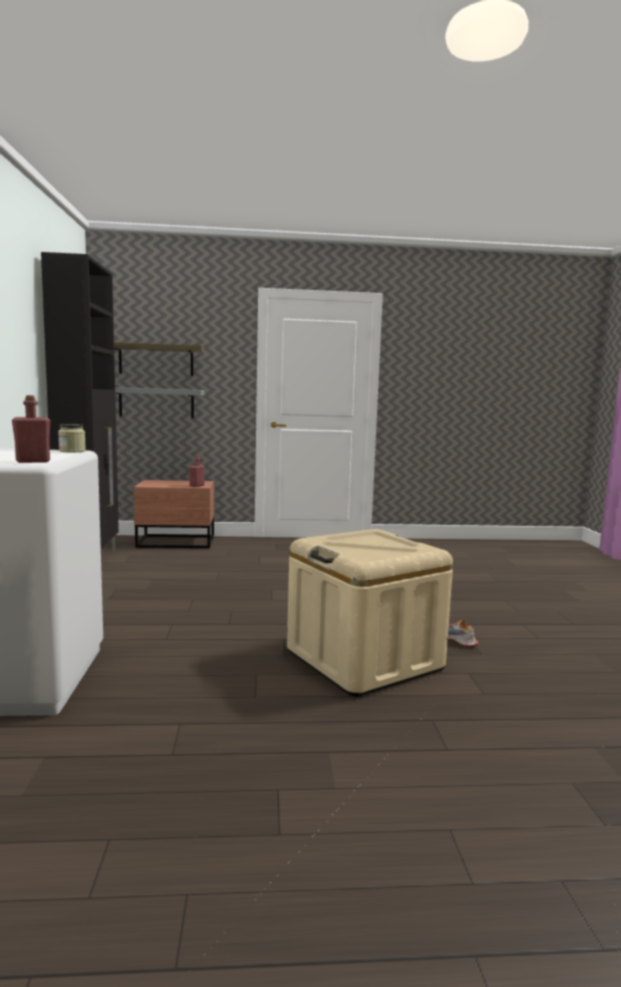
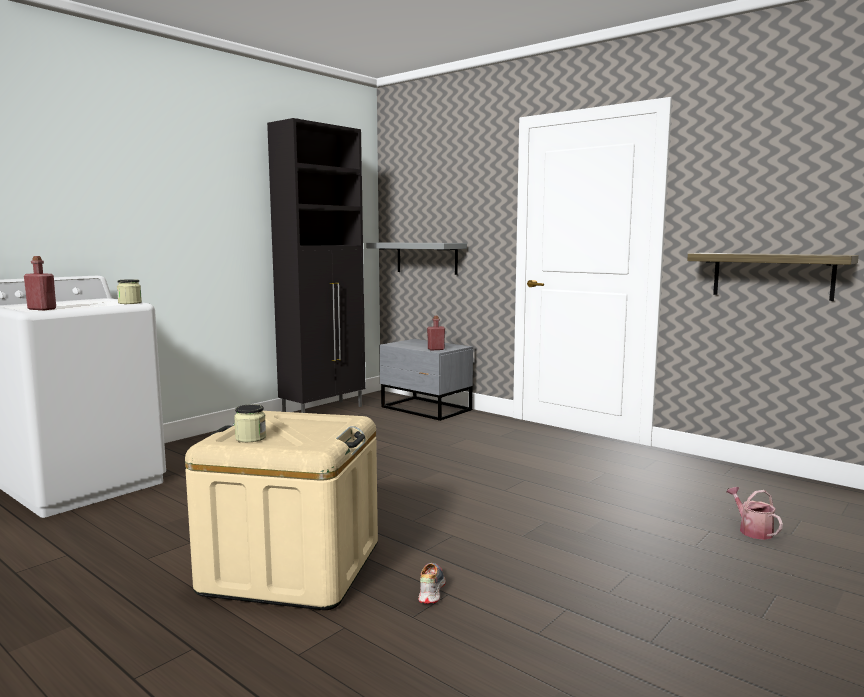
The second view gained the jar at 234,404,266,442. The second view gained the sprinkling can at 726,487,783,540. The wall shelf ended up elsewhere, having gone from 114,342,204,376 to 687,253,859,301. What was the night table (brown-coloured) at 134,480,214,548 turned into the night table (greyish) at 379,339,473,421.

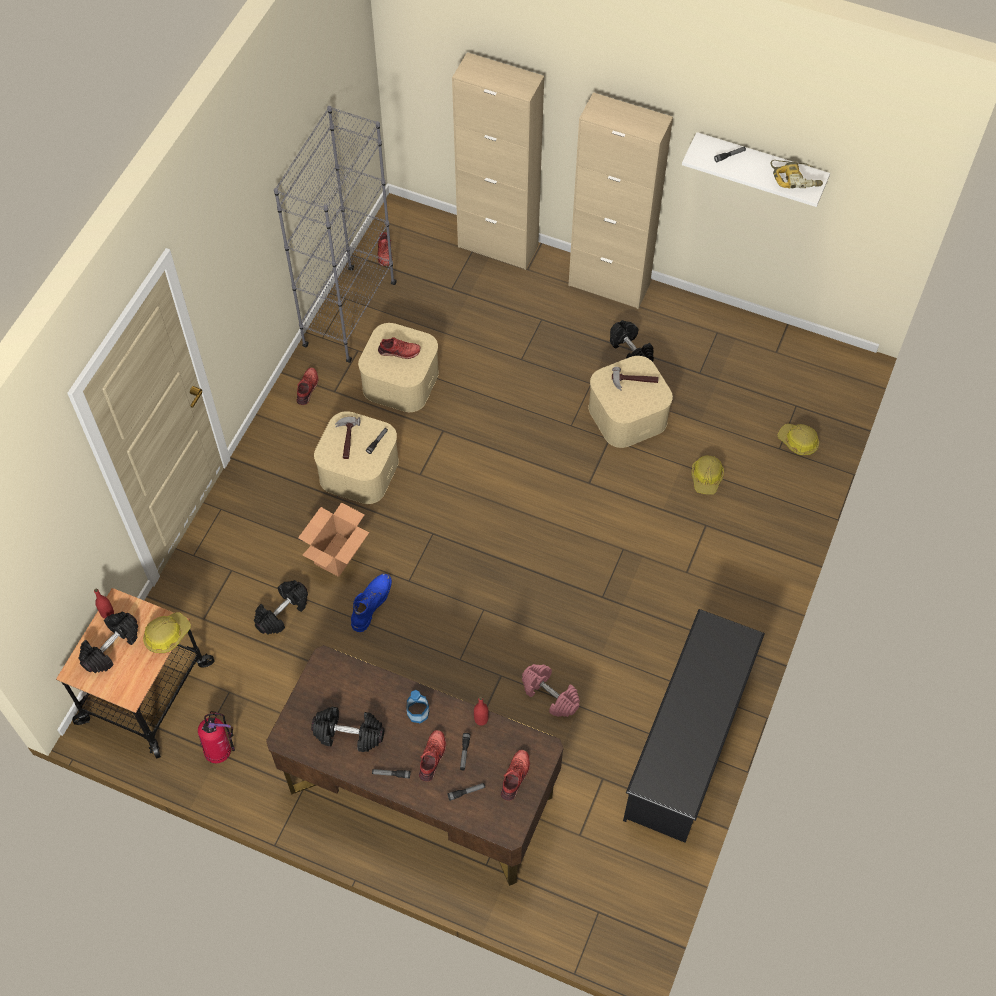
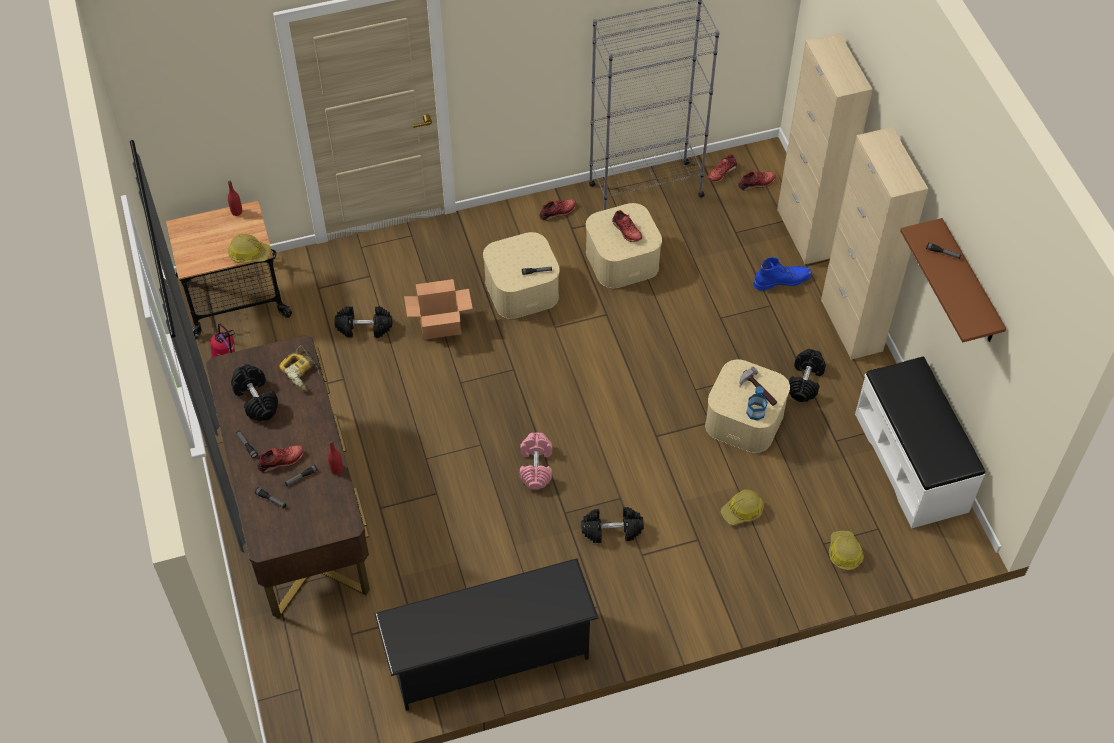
The second view lost the hammer at 335,416,360,459. The second view gained the indoor bench (white) at 855,356,985,529. The free weight (black) ended up elsewhere, having gone from 78,612,138,673 to 581,507,644,543. The boot (bluish) ended up elsewhere, having gone from 351,574,392,632 to 753,257,812,291. The drink bottle ended up elsewhere, having gone from 407,690,429,723 to 746,386,768,421. The low shoe (red-coloured) ended up elsewhere, having gone from 501,750,530,801 to 738,171,776,191. The free weight (pinkish) ended up elsewhere, having gone from 522,664,580,717 to 520,433,552,490. The electric drill ended up elsewhere, having gone from 770,160,823,188 to 279,345,320,392. What was the wall shelf (white) at 682,132,830,207 turned into the wall shelf (brown-coloured) at 900,218,1006,343.

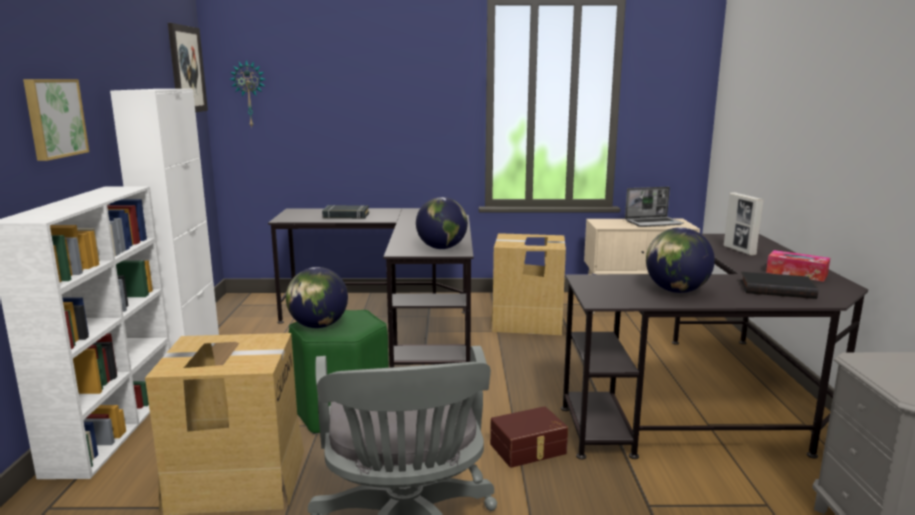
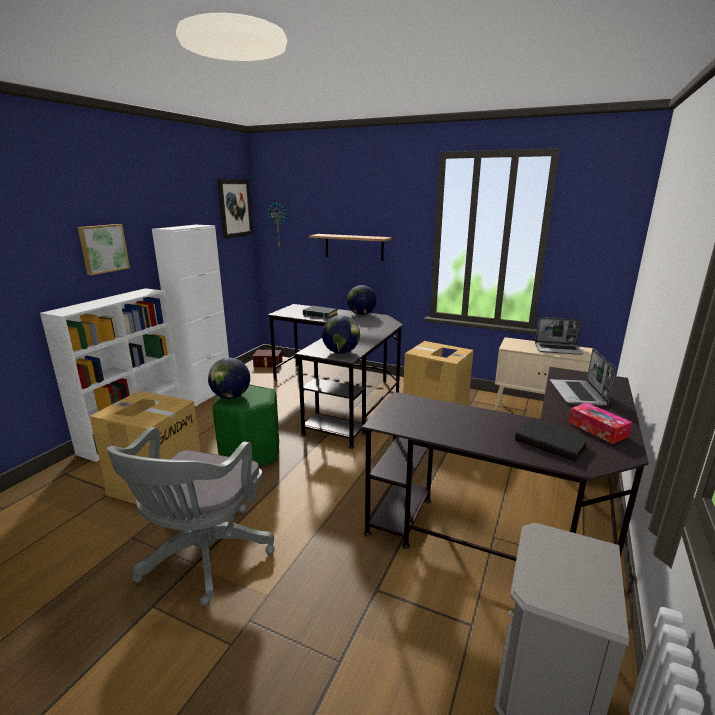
The second view gained the wall shelf at 309,234,392,261. The storage bin (brown-coloured) ended up elsewhere, having gone from 490,406,568,468 to 253,350,283,368. The globe ended up elsewhere, having gone from 646,227,715,293 to 347,285,376,315. Where the picture frame stood at 724,192,764,255, the portable computer came to stand at 550,348,616,406.

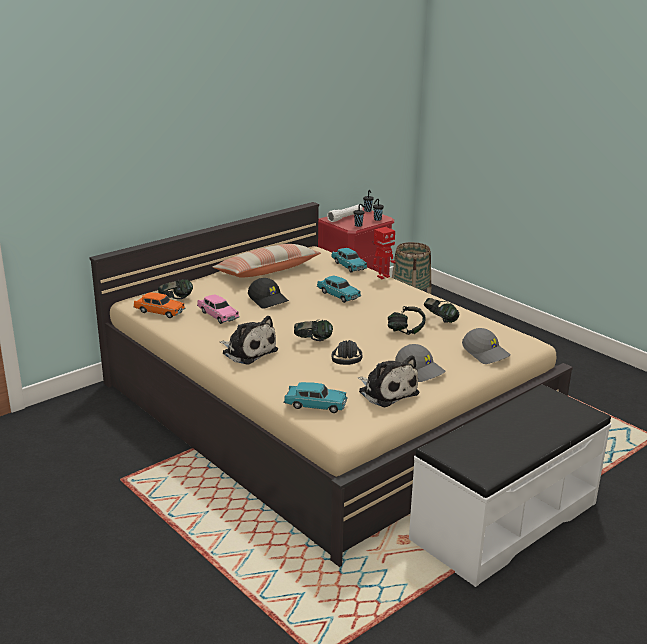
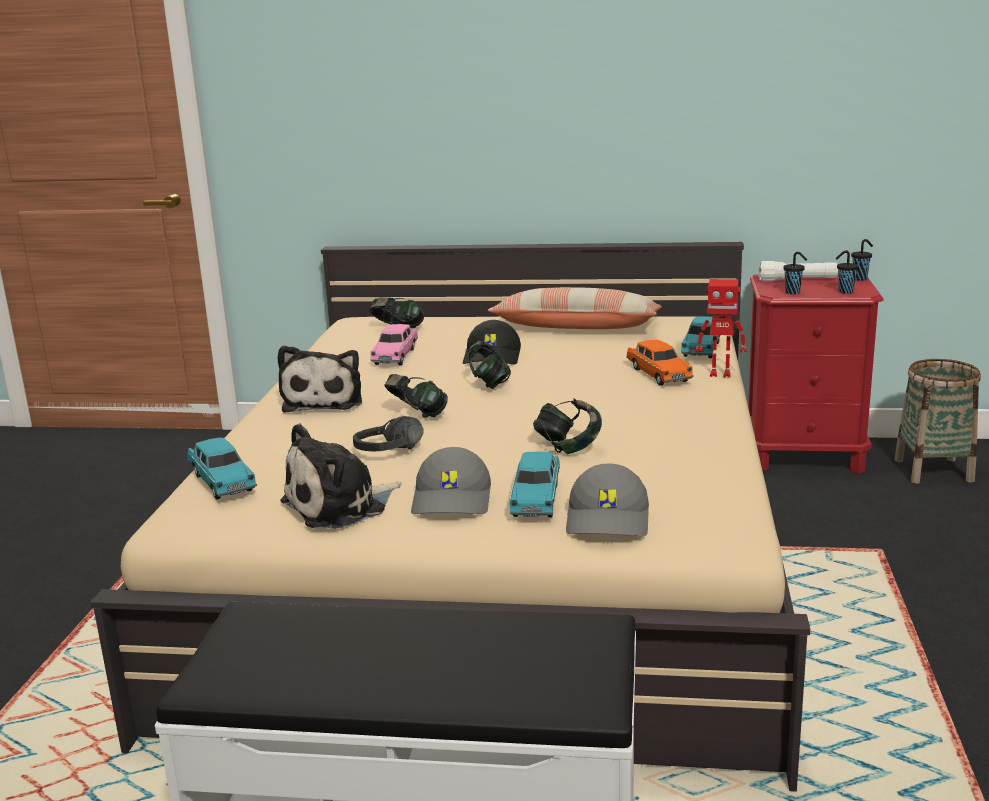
The toy car (orange) ended up elsewhere, having gone from 133,292,185,318 to 626,340,694,386. The toy car (blue-green) ended up elsewhere, having gone from 317,276,361,303 to 510,451,560,517. The pair of headphones ended up elsewhere, having gone from 424,298,459,323 to 468,341,511,389. The soft toy at 358,355,420,407 ended up facing another way, 45 degrees clockwise from before.

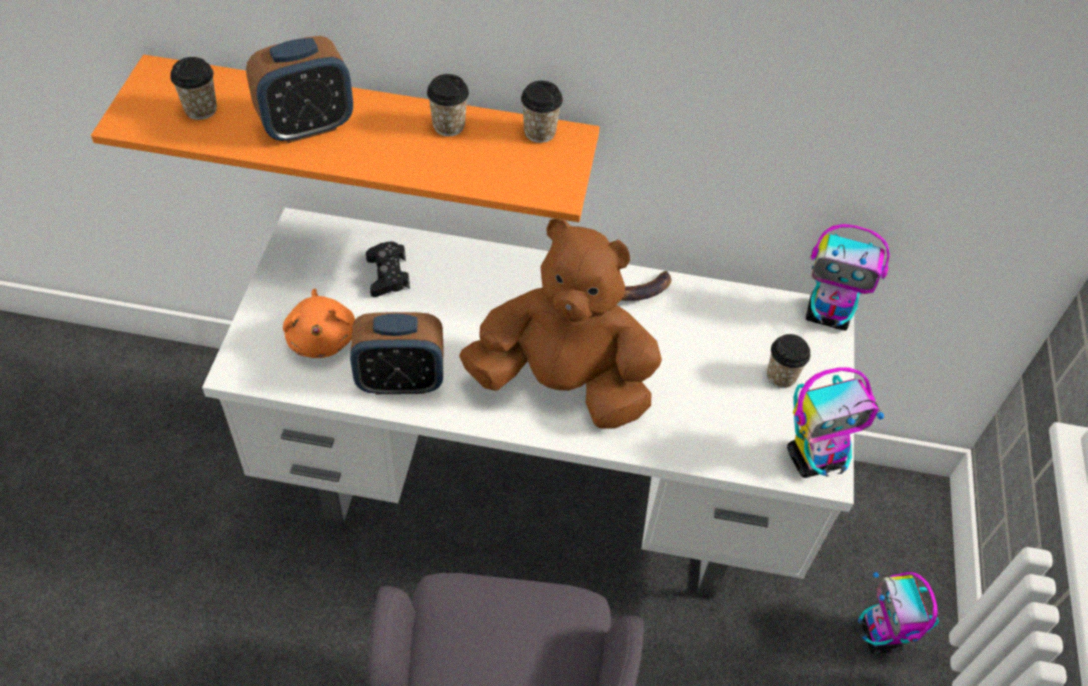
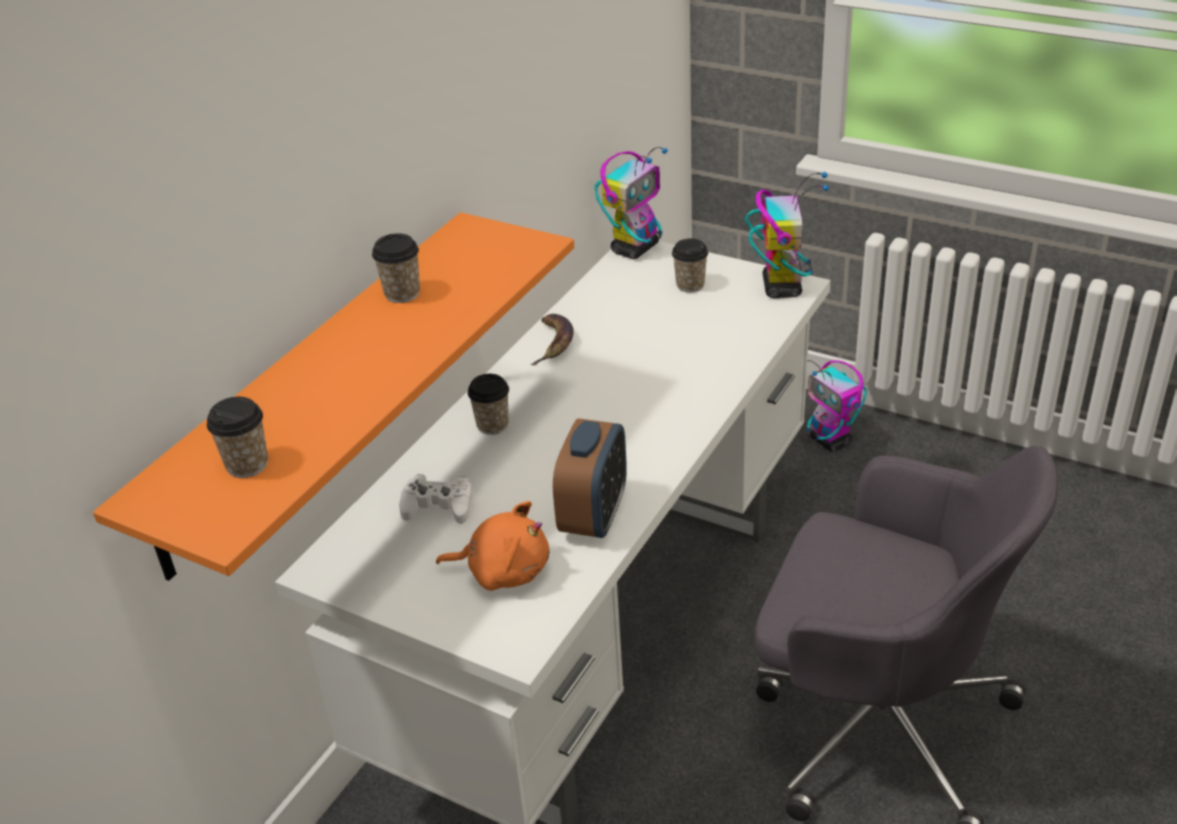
The second view lost the alarm clock at 246,36,353,143. The second view lost the soft toy (brown-coloured) at 459,219,662,429. The drinking cup ended up elsewhere, having gone from 521,81,563,143 to 468,374,509,435. What was the joypad (black) at 366,241,410,297 turned into the joypad (white) at 399,474,473,524. The robot figure at 857,572,939,654 ended up facing another way, 45 degrees clockwise from before.

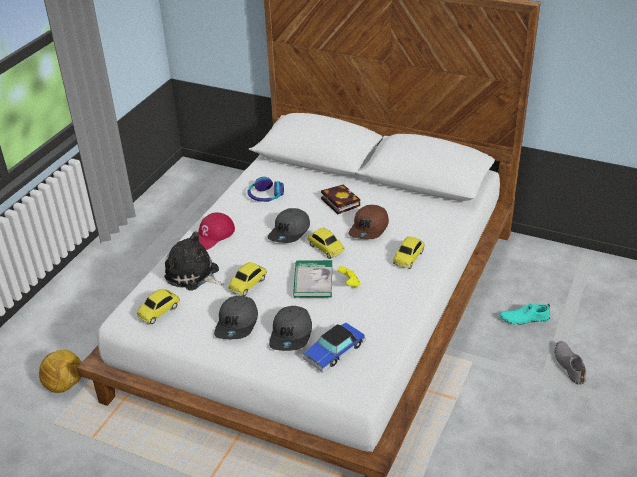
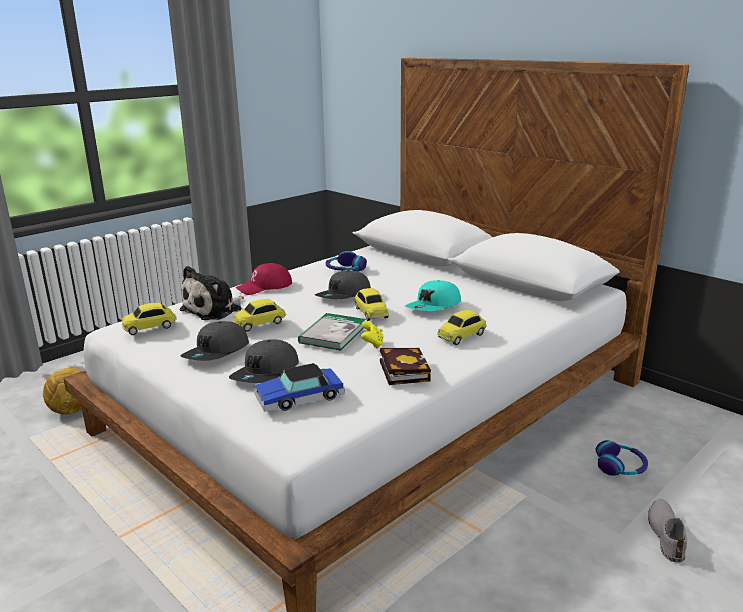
The volume ended up elsewhere, having gone from 321,184,360,214 to 380,348,431,385. Where the low shoe (blue-green) stood at 499,303,550,325, the pair of headphones came to stand at 596,440,648,476. What was the cap (brown-coloured) at 348,205,389,239 turned into the cap (blue-green) at 405,280,461,311. The soft toy at 164,231,224,290 ended up facing another way, 105 degrees counterclockwise from before.

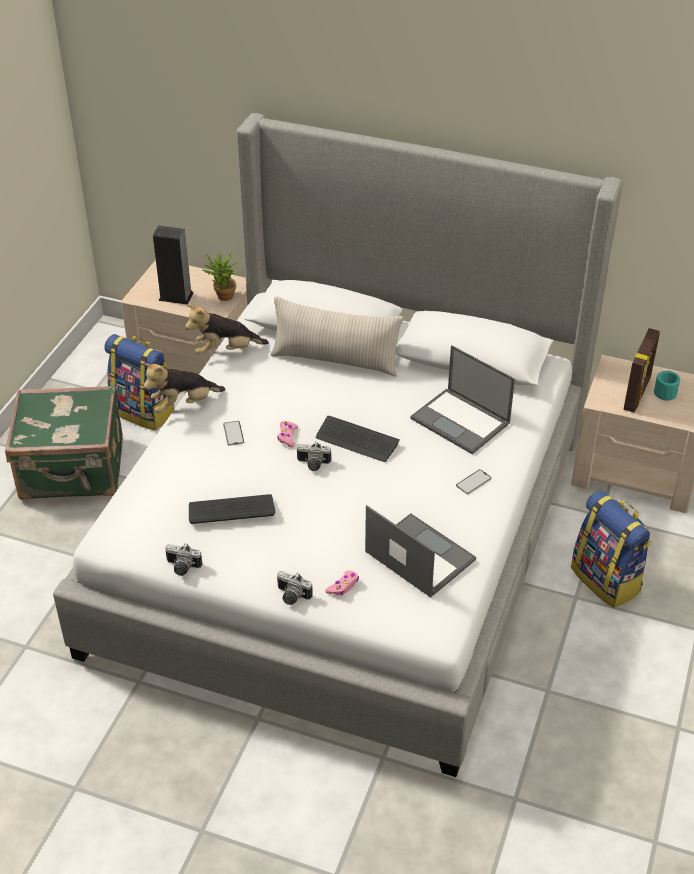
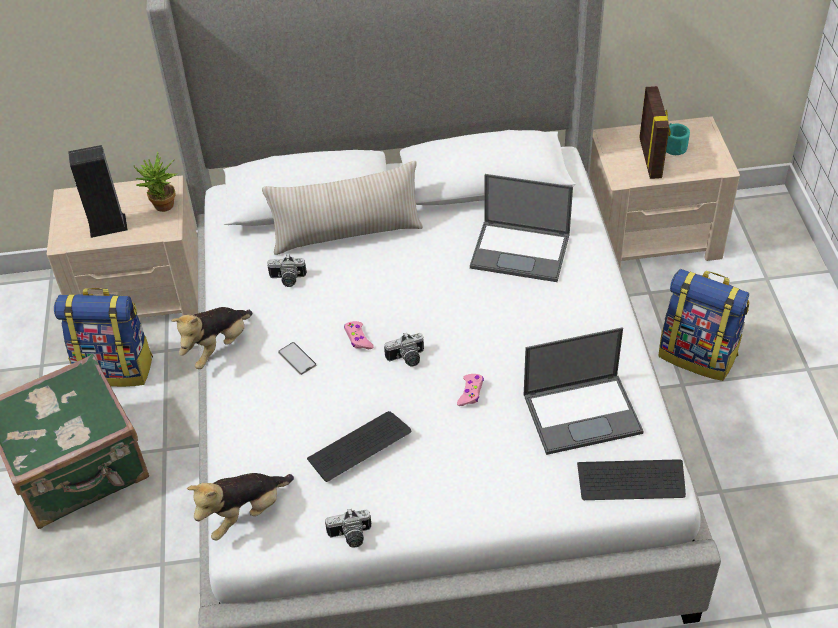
The second view lost the phone at 456,469,492,494. The soft toy ended up elsewhere, having gone from 185,304,269,354 to 187,473,294,540. The still camera ended up elsewhere, having gone from 277,571,313,605 to 268,254,307,287. The computer keyboard ended up elsewhere, having gone from 316,416,400,462 to 577,459,686,500. The joypad (pinkish) ended up elsewhere, having gone from 325,571,359,596 to 457,374,484,406. The portable computer at 365,505,476,598 ended up facing another way, 150 degrees clockwise from before.

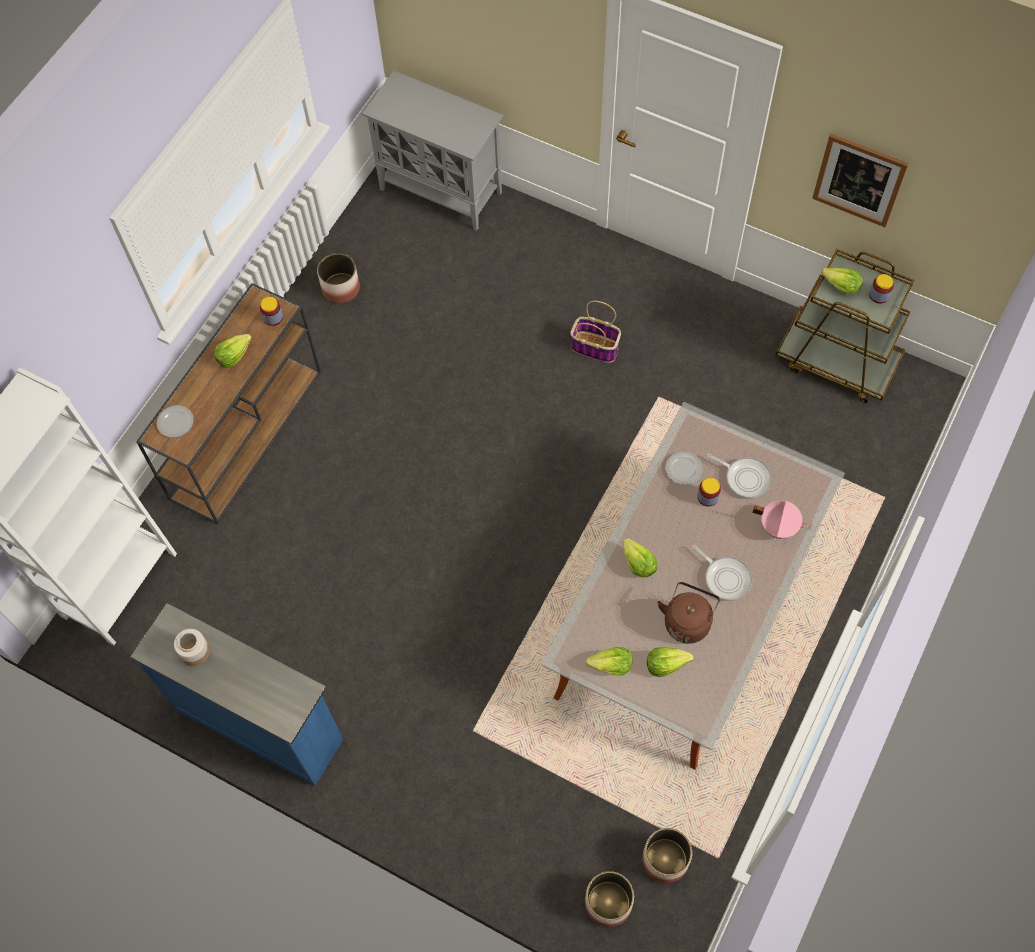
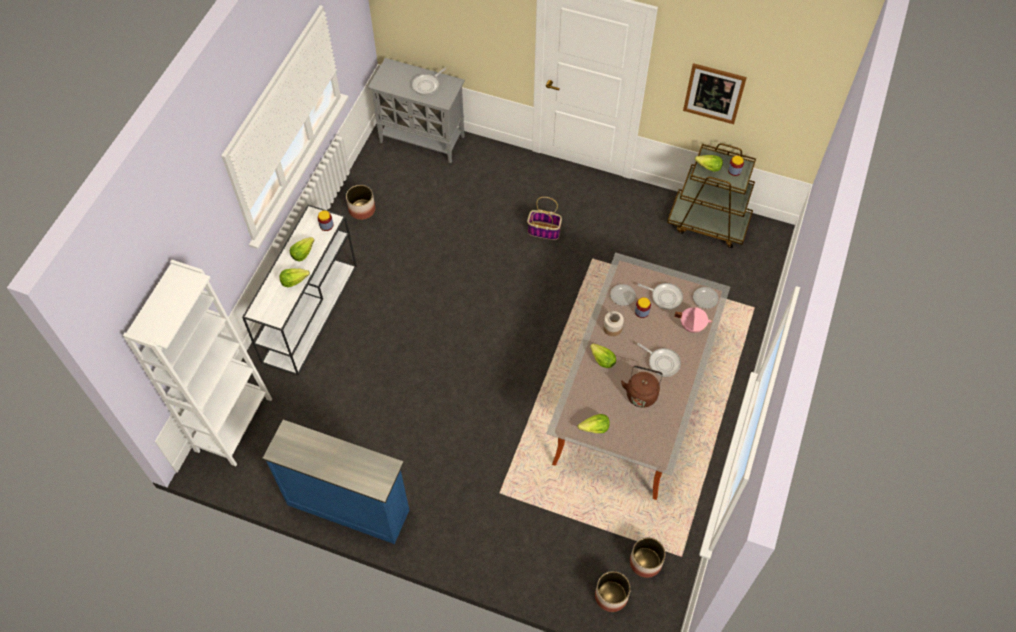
The second view gained the skillet at 412,68,446,96. The plate ended up elsewhere, having gone from 157,405,194,438 to 693,287,719,309. The jar ended up elsewhere, having gone from 174,629,210,666 to 603,311,624,336. The lettuce ended up elsewhere, having gone from 647,647,694,677 to 279,268,310,287. What was the narrow table (brown-coloured) at 136,283,321,524 turned into the narrow table (white) at 242,205,357,376.

